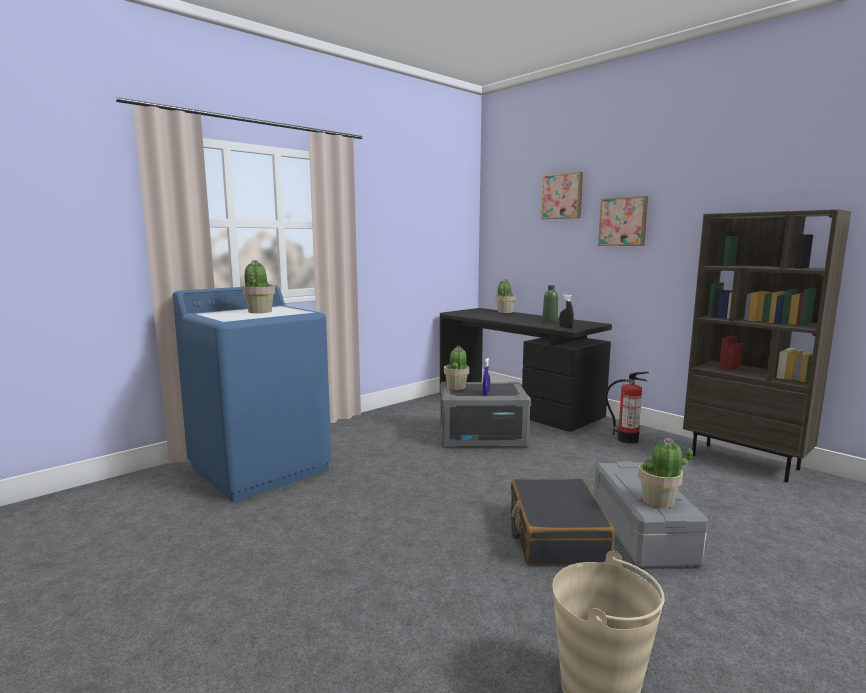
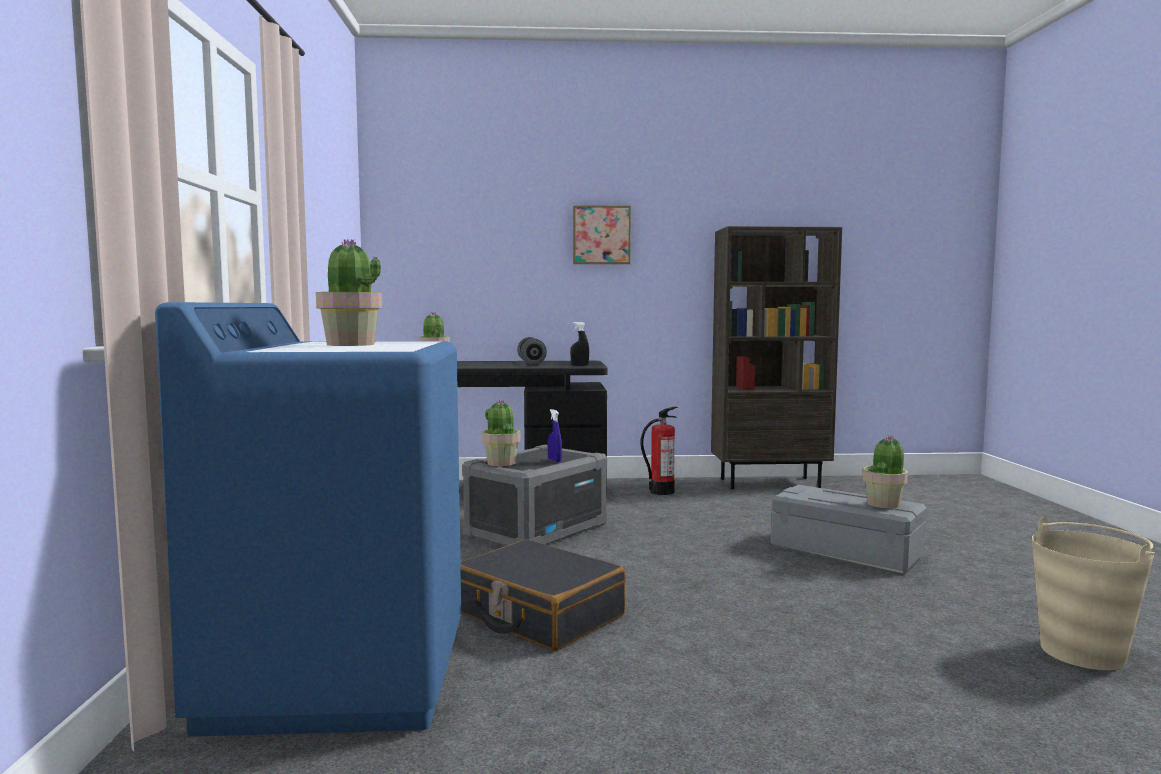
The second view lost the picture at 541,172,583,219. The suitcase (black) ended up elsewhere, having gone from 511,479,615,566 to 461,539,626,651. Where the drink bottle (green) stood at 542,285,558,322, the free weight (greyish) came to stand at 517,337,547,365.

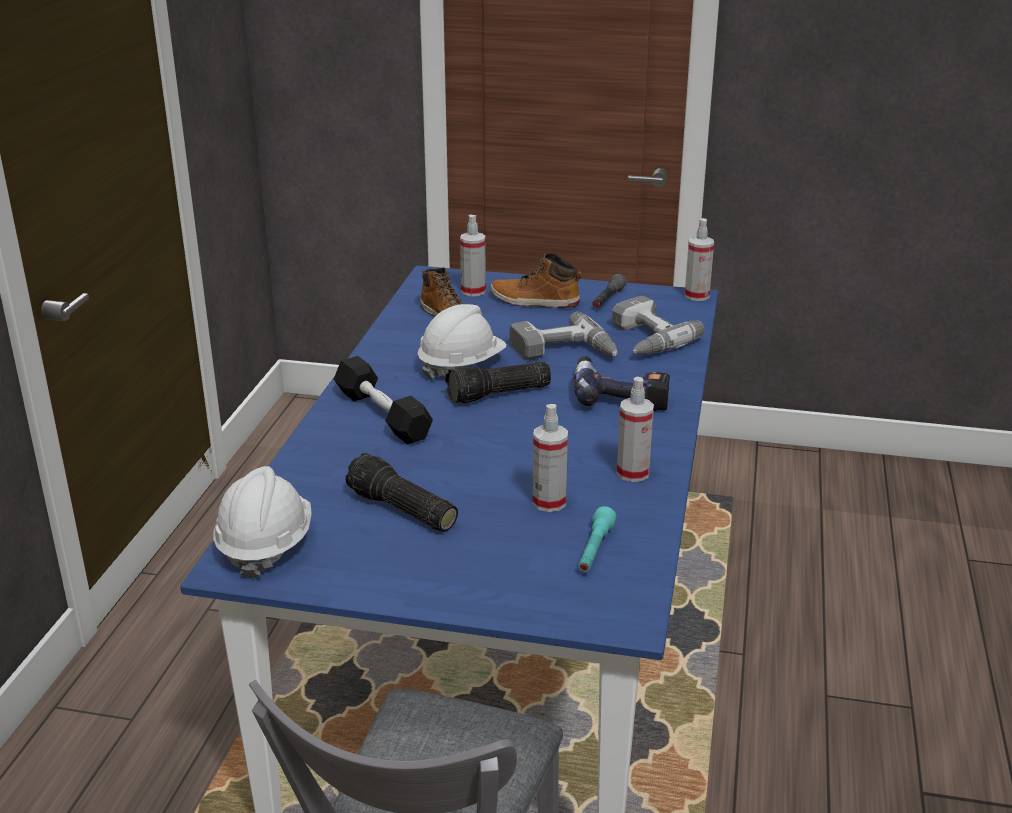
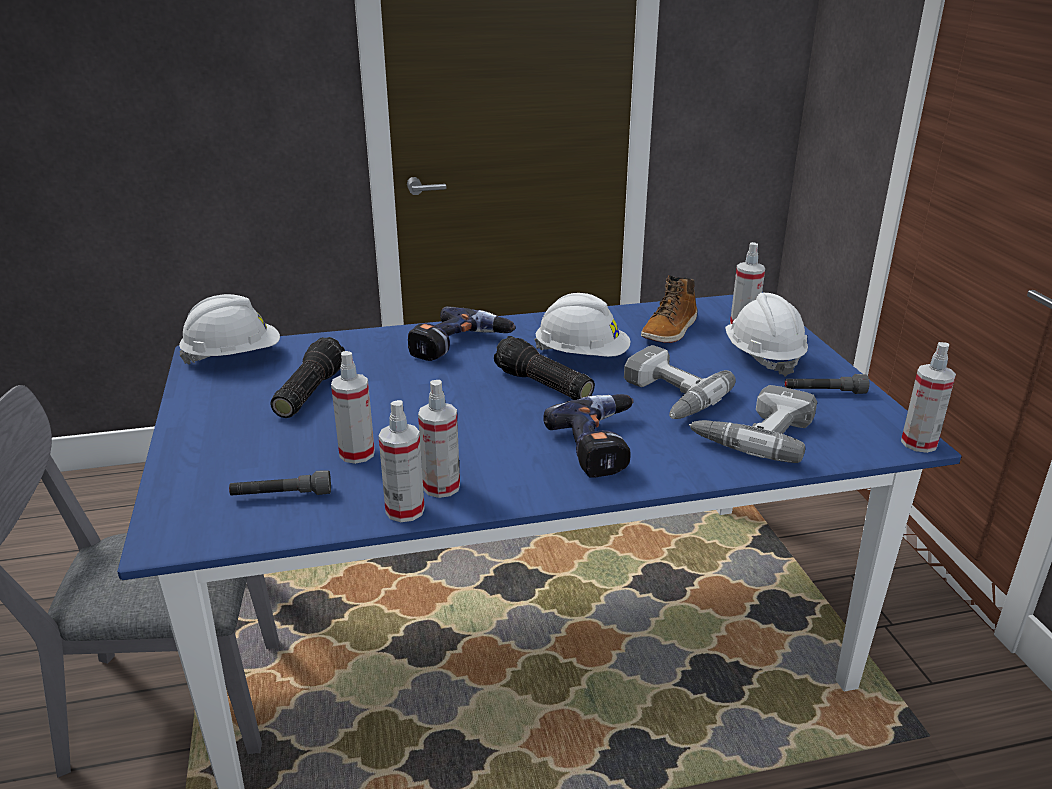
The second view gained the spray bottle at 378,400,425,522. Where the free weight (black) stood at 334,356,433,444, the electric drill came to stand at 408,306,516,361. Where the boot stood at 491,253,582,308, the work helmet (white) came to stand at 725,293,808,377. What was the flashlight (blue-green) at 578,506,616,572 turned into the flashlight (greyish) at 229,470,331,496.

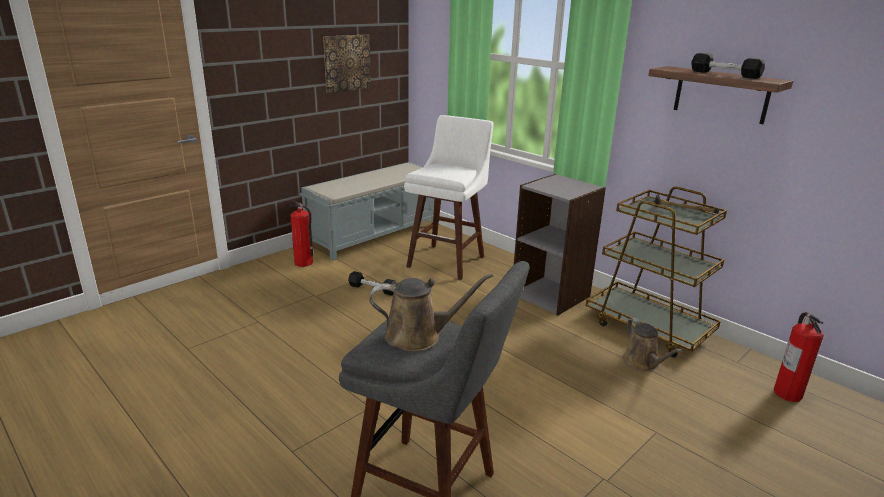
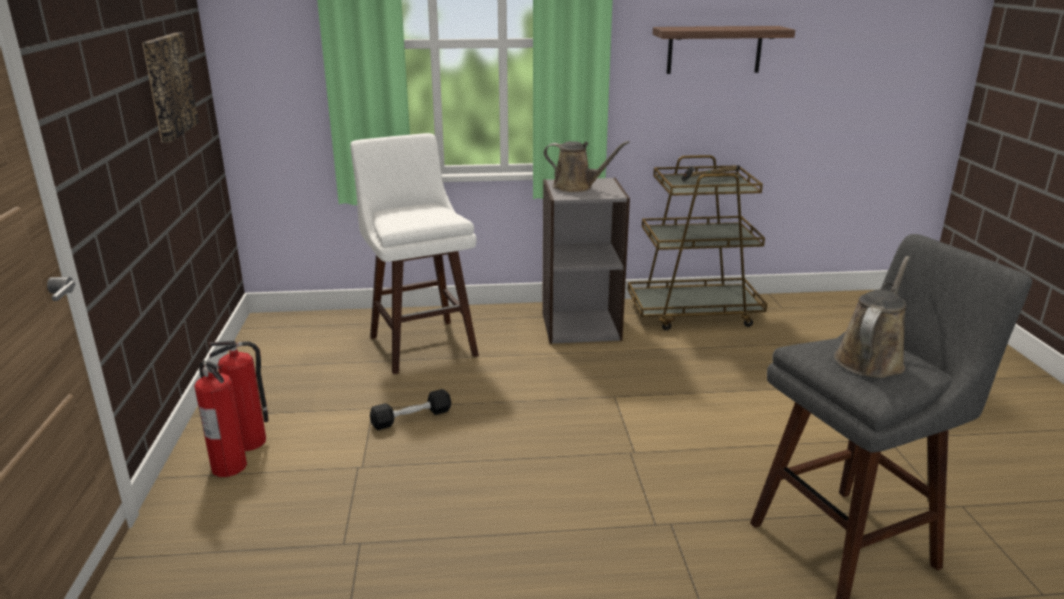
The second view lost the indoor bench (greyish) at 300,162,434,261. The second view lost the free weight (black) at 691,53,765,79. The sprinkling can (brown-coloured) ended up elsewhere, having gone from 623,318,683,371 to 544,141,630,192. The extinguisher ended up elsewhere, having gone from 774,312,824,402 to 194,360,247,477.

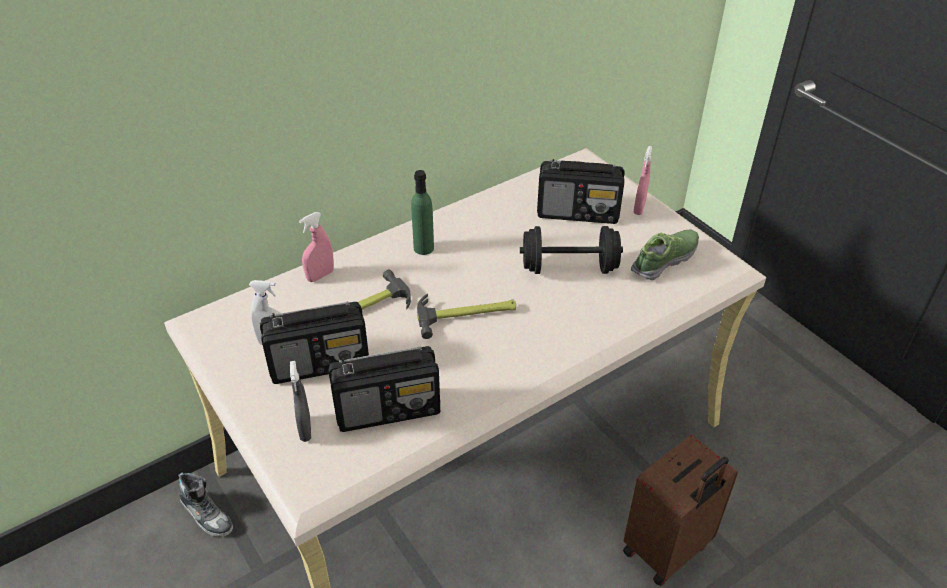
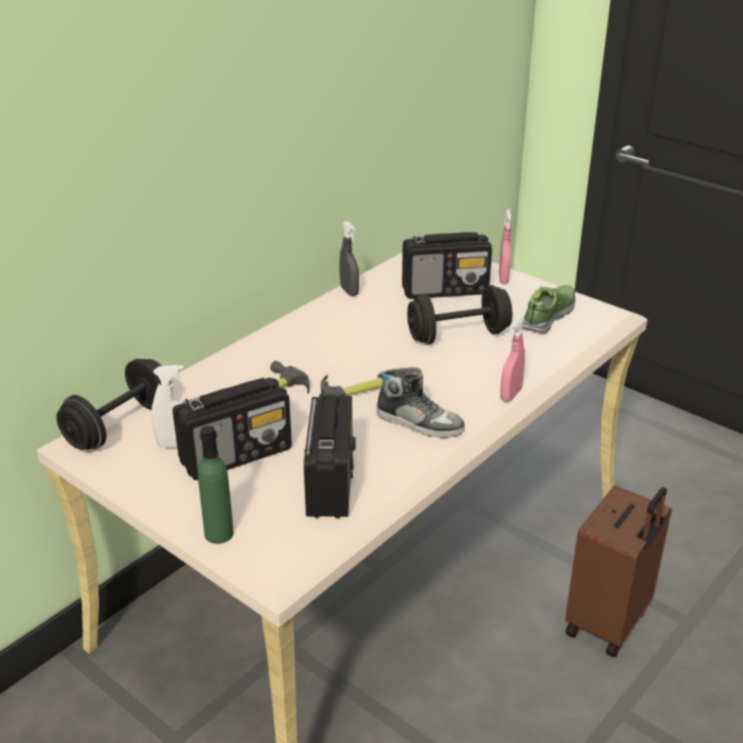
The second view gained the free weight (black) at 57,359,171,450. The low shoe ended up elsewhere, having gone from 178,473,233,537 to 376,367,465,438. The spray bottle (greyish) ended up elsewhere, having gone from 290,361,311,442 to 340,221,359,296. The spray bottle (pinkish) ended up elsewhere, having gone from 299,212,334,282 to 500,317,525,402. The drink bottle (green) ended up elsewhere, having gone from 411,170,434,255 to 198,426,234,544. The radio set at 328,346,440,432 ended up facing another way, 60 degrees counterclockwise from before.

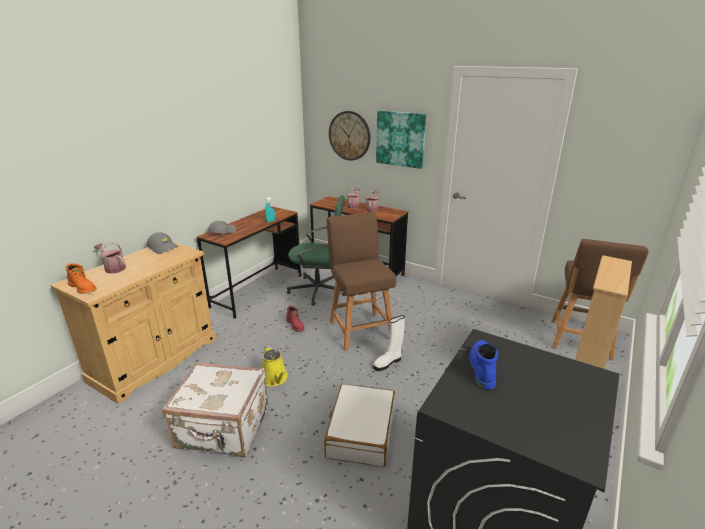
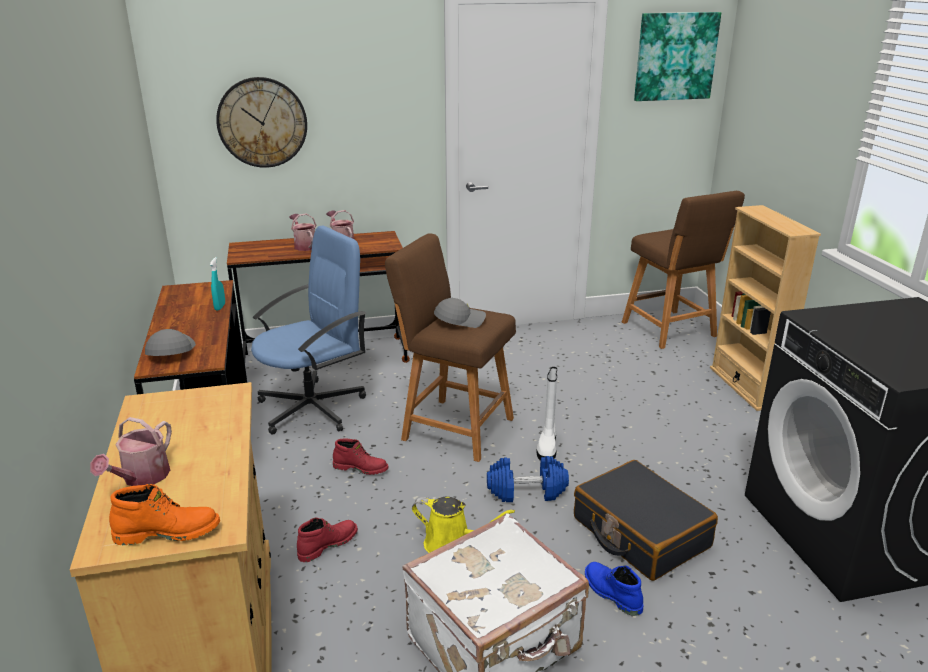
The second view gained the boot (red-coloured) at 297,518,358,562. The second view gained the free weight (bluish) at 487,456,569,502. The cap (greyish) ended up elsewhere, having gone from 147,232,179,254 to 434,298,486,328. The picture ended up elsewhere, having gone from 376,110,426,169 to 634,12,721,101. The boot (bluish) ended up elsewhere, having gone from 470,340,498,389 to 585,562,643,616. What was the desk chair (green) at 287,195,346,306 turned into the desk chair (bluish) at 251,226,366,435. What was the suitcase (white) at 324,384,395,467 turned into the suitcase (black) at 574,460,718,581. The sprinkling can at 94,242,126,274 ended up facing another way, 60 degrees counterclockwise from before.

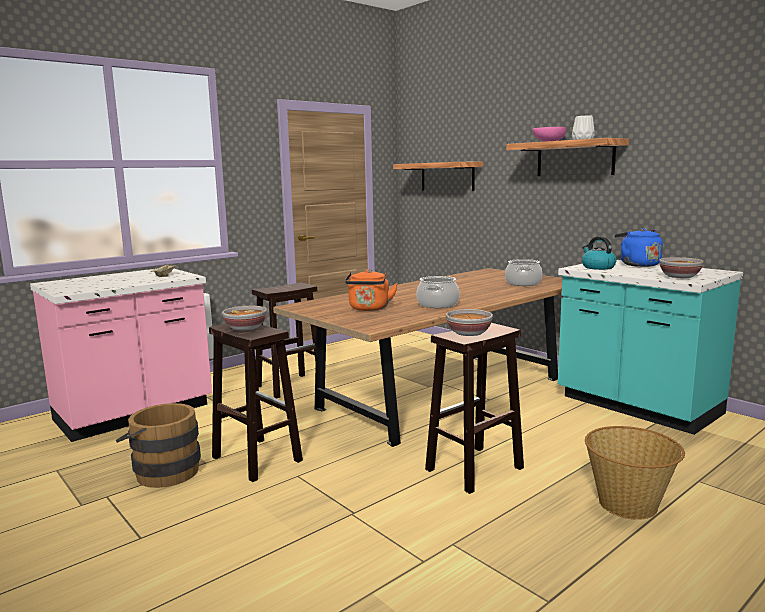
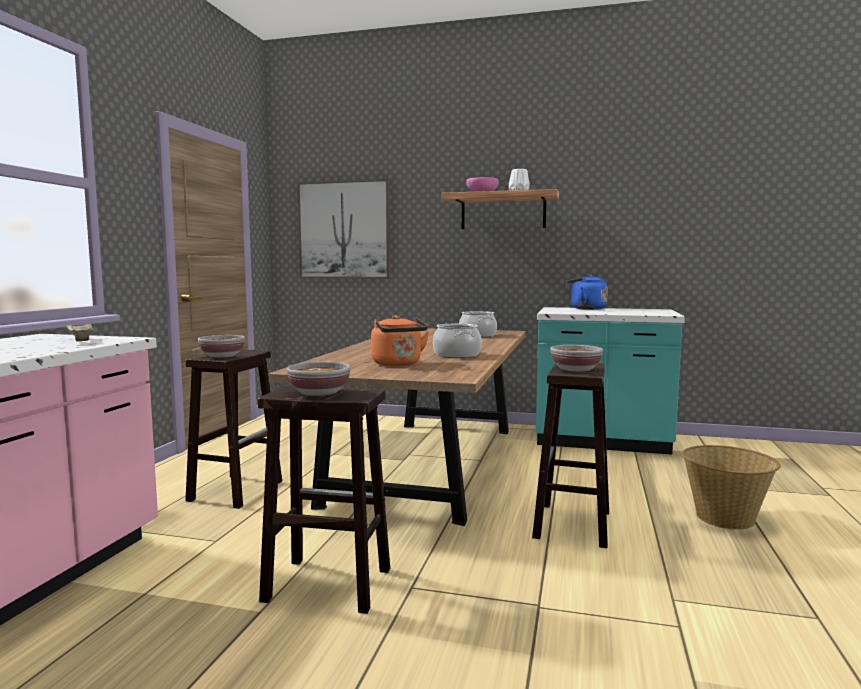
The second view lost the bucket (brown-coloured) at 116,403,201,488. The second view lost the tea kettle at 582,236,617,270. The deep dish ended up elsewhere, having gone from 659,257,704,278 to 198,335,245,358. Where the wall shelf hung at 393,162,483,191, the picture came to hang at 297,179,390,279.

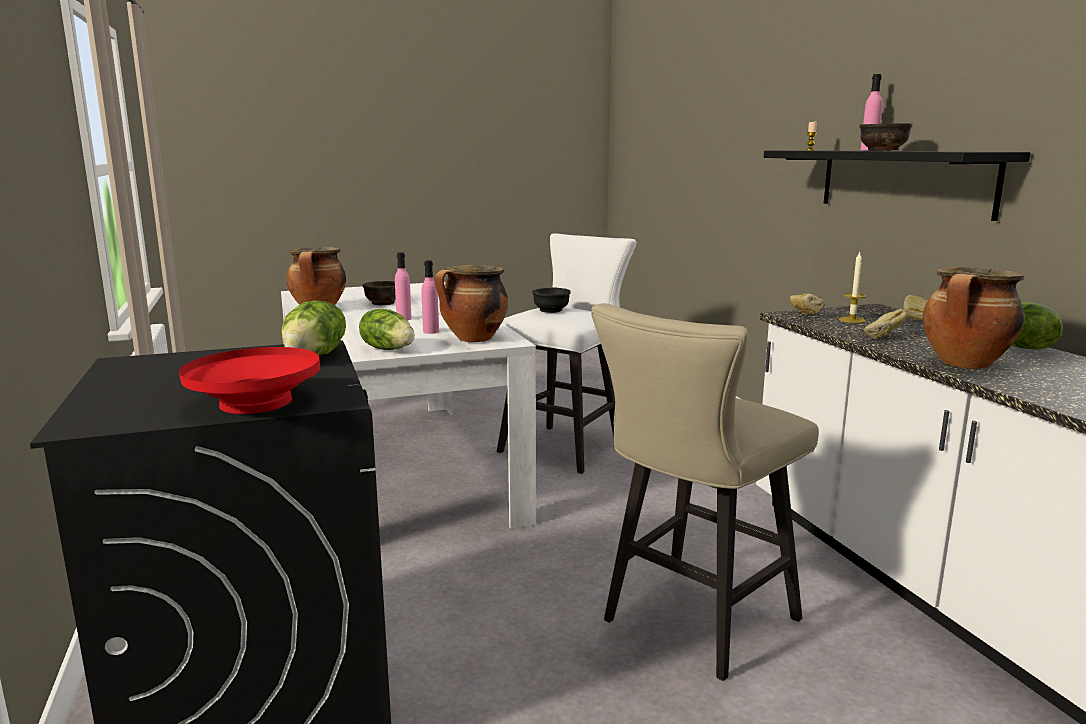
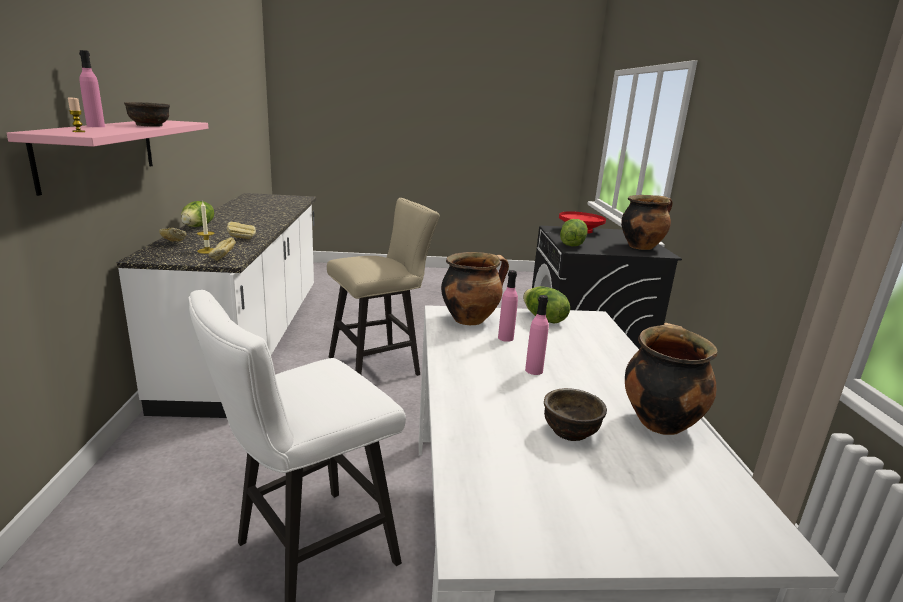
The second view lost the deep dish (black) at 532,288,571,313. The stockpot ended up elsewhere, having gone from 923,267,1024,369 to 621,195,673,250. What was the wall shelf (black) at 764,151,1030,221 turned into the wall shelf (pinkish) at 7,120,209,196.

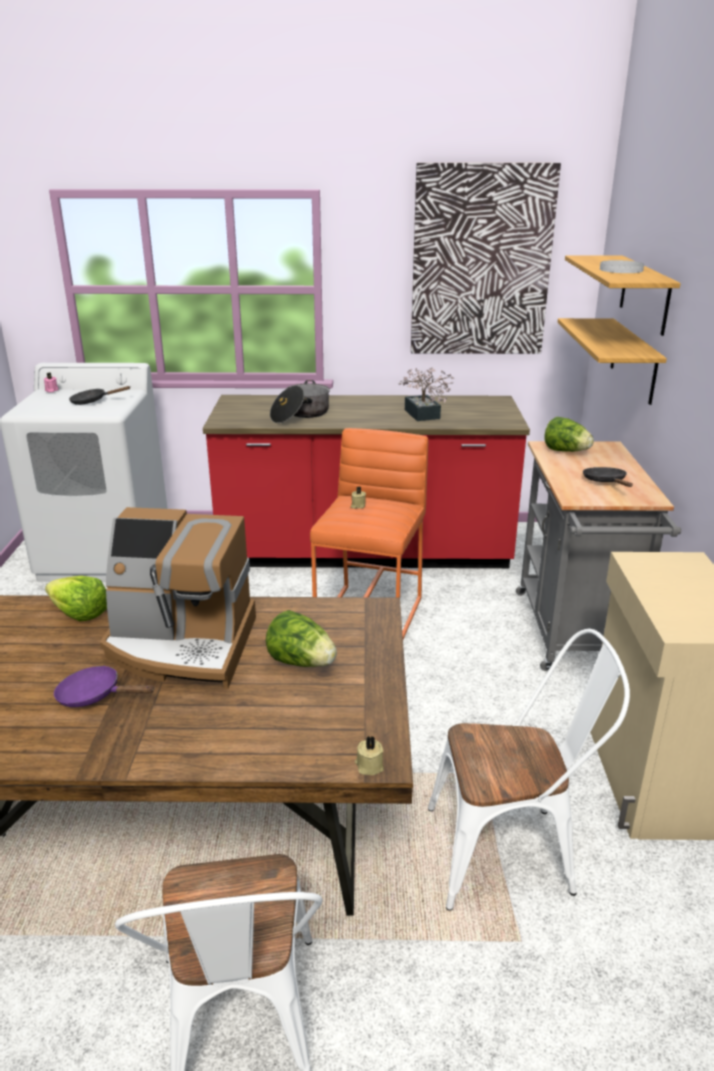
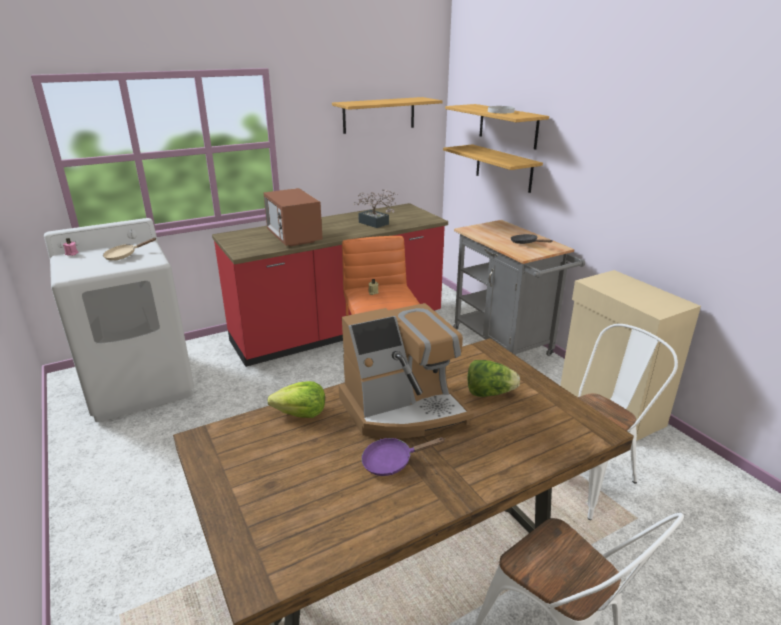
The second view lost the candle (sand-coloured) at 355,736,384,775. The second view lost the lettuce at 544,417,594,452. Where the stockpot stood at 270,380,330,423, the microwave came to stand at 263,188,323,246. Where the picture hung at 411,163,561,354, the wall shelf came to hang at 332,97,442,134. What was the skillet (black) at 69,386,131,405 turned into the skillet (sand-coloured) at 103,238,156,261.

